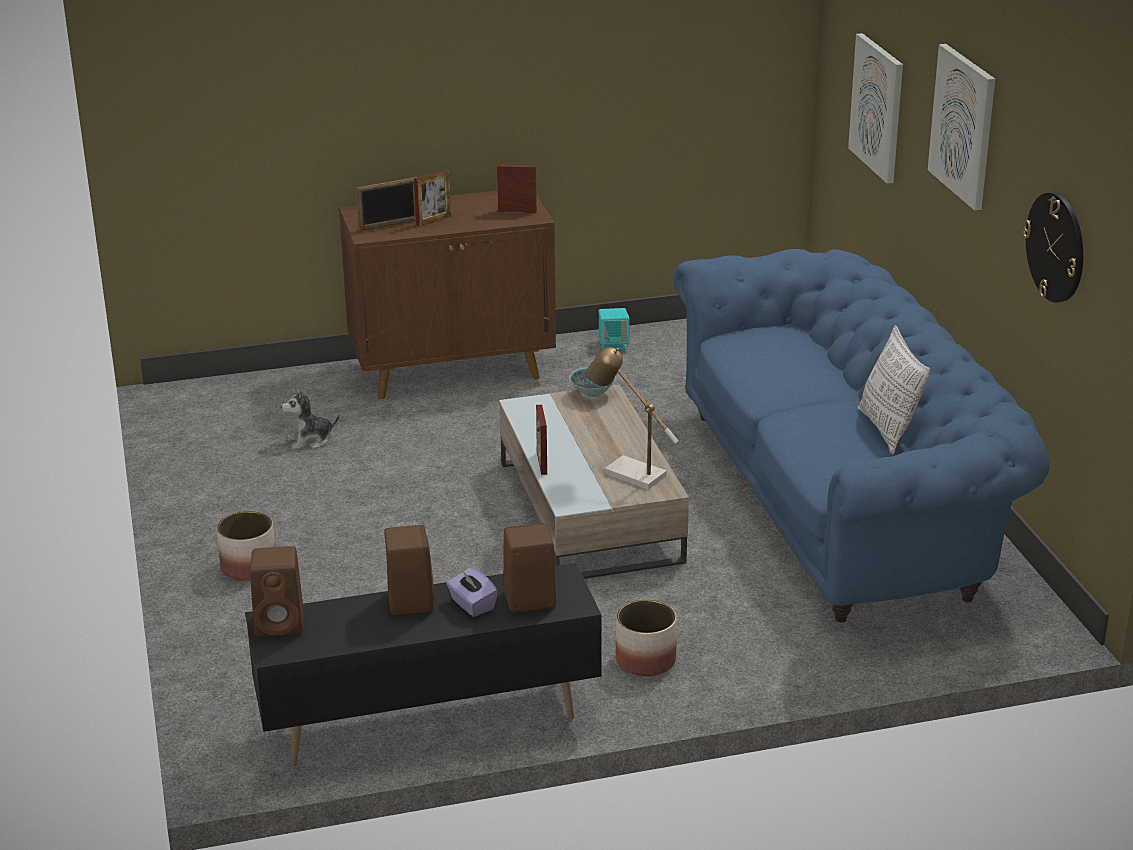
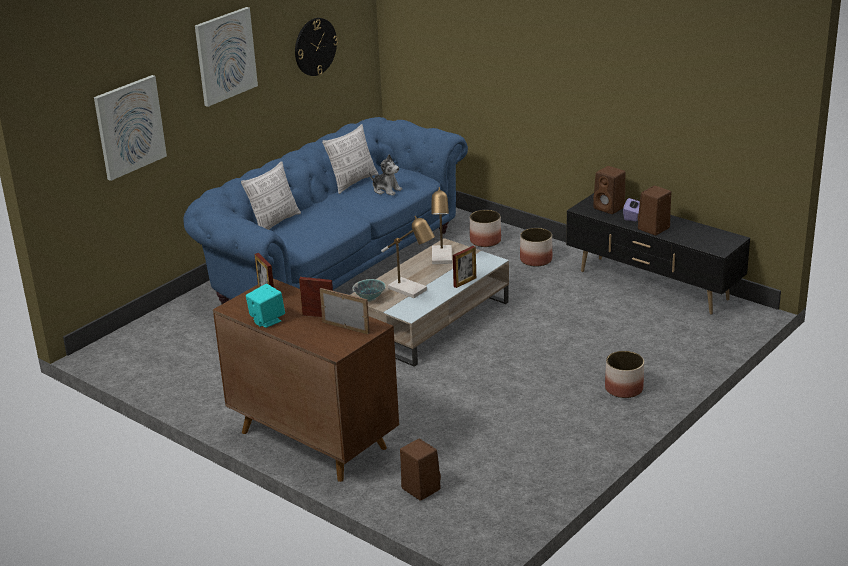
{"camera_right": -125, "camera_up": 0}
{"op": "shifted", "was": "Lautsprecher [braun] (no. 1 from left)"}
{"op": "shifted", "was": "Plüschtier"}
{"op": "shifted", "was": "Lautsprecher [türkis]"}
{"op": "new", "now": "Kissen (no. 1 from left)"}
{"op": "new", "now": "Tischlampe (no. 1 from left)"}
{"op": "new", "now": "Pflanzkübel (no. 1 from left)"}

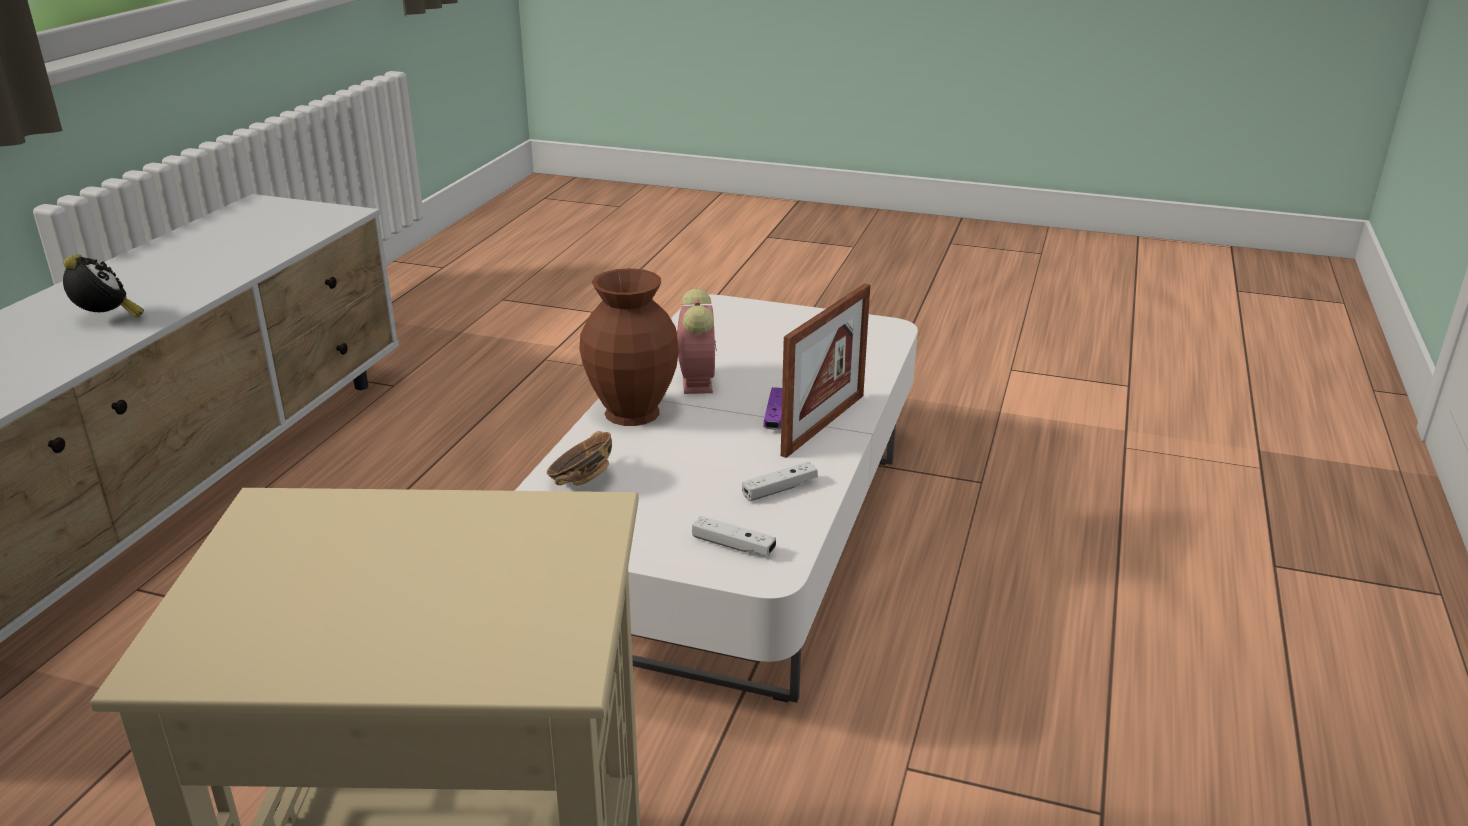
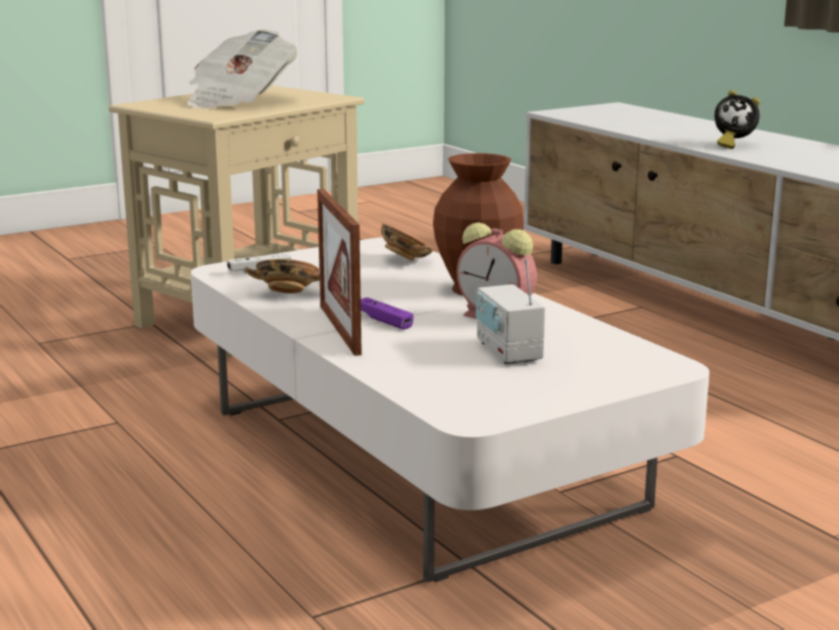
{"camera_right": 130, "camera_up": -10}
{"op": "swapped", "was": "Gamepad [weiß] (no. 2 from left)", "now": "Schüssel (no. 1 from left)"}
{"op": "new", "now": "Zeitung"}
{"op": "new", "now": "Radio"}

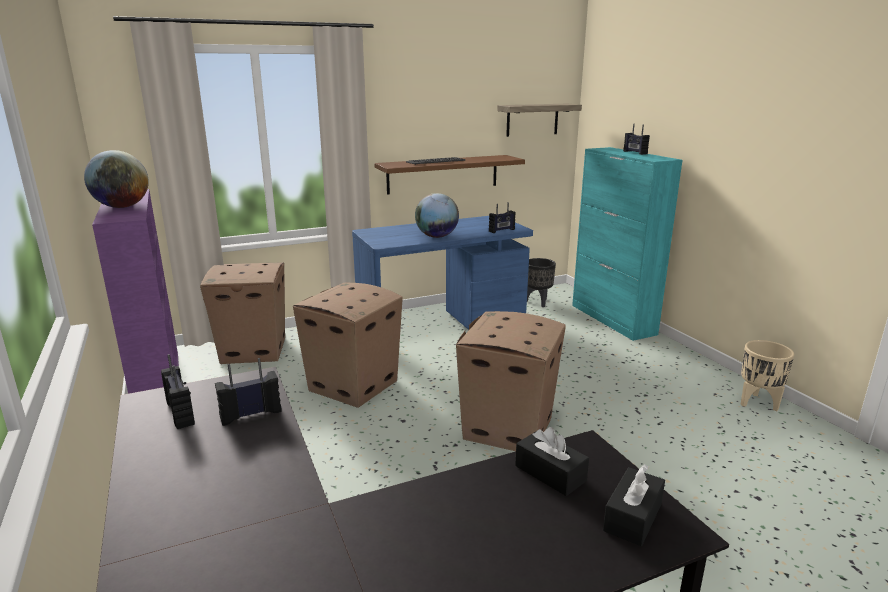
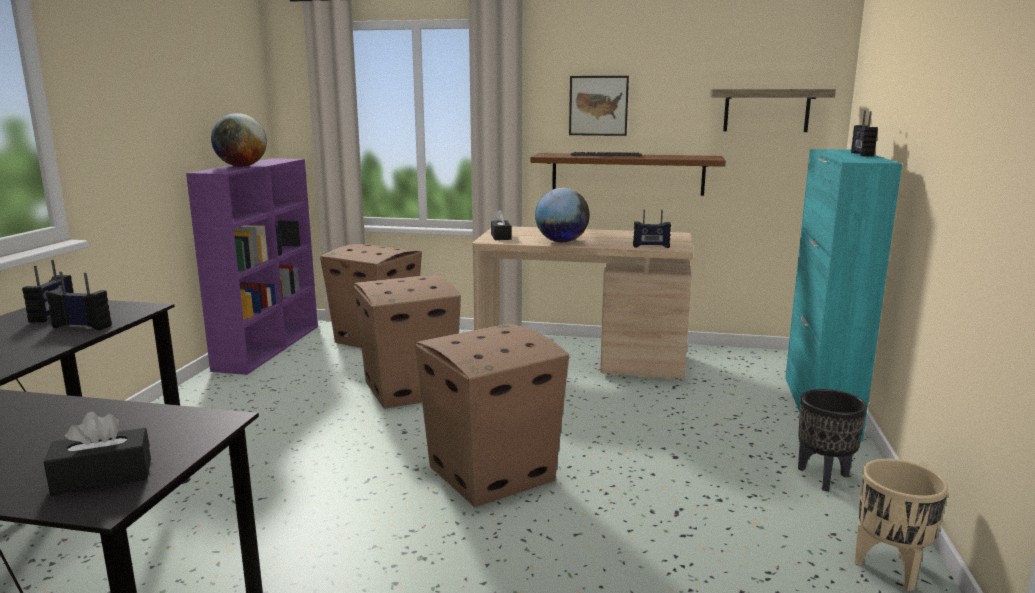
{"camera_right": 35, "camera_up": -5}
{"op": "repainted", "was": "Schreibtisch [blau]", "now": "Schreibtisch [beige]"}
{"op": "shifted", "was": "Taschentuchbox [schwarz] (no. 1 from left in the first image)", "now": "Taschentuchbox [schwarz] (no. 2 from left)"}
{"op": "shifted", "was": "Pflanzkübel [schwarz]"}
{"op": "new", "now": "Bild"}

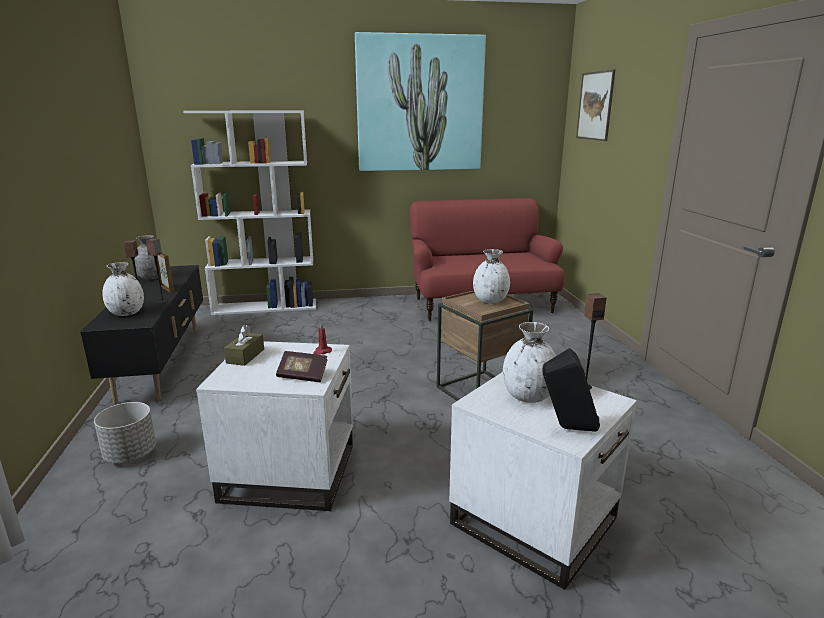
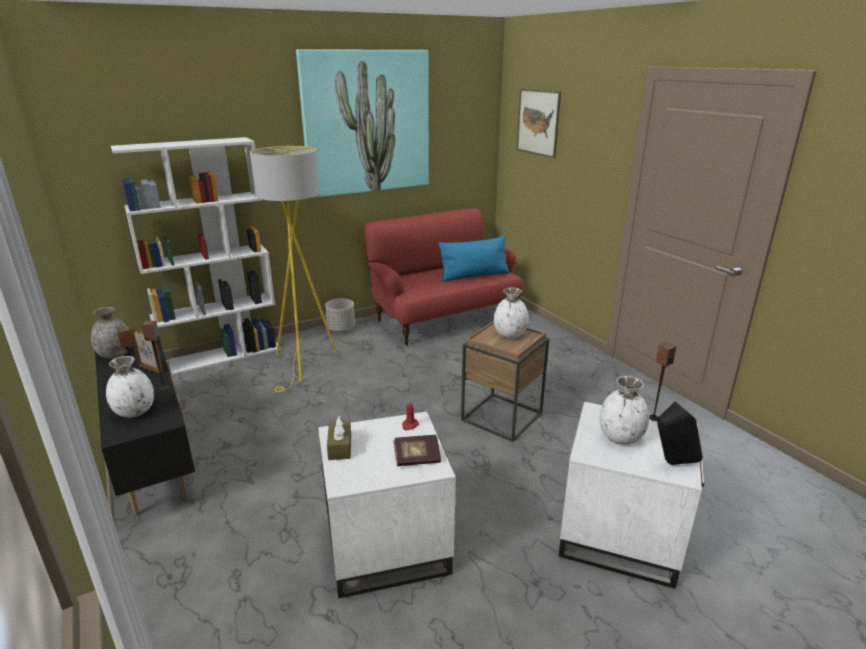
{"camera_right": -20, "camera_up": 5}
{"op": "shifted", "was": "Pflanzkübel [grau]"}
{"op": "new", "now": "Stehlampe [gelb]"}
{"op": "new", "now": "Kissen [blau]"}

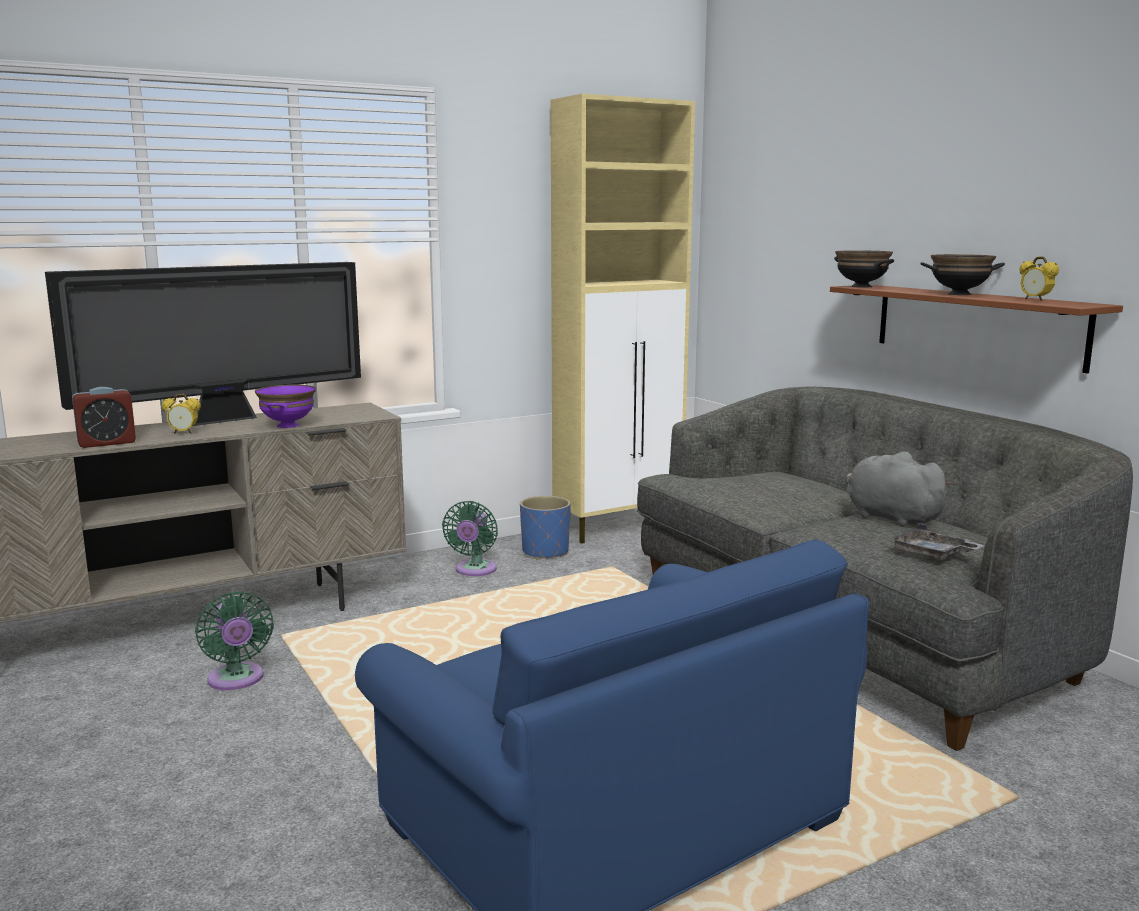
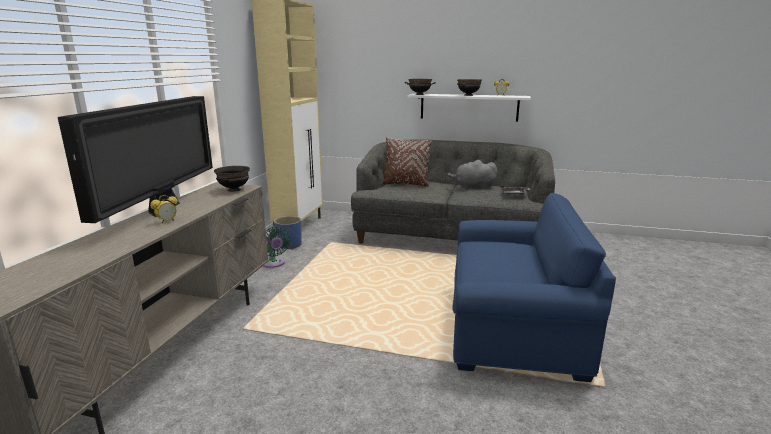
{"camera_right": -45, "camera_up": 5}
{"op": "gone", "was": "Wecker (no. 1 from left)"}
{"op": "gone", "was": "Ventilator [grün] (no. 1 from left)"}
{"op": "gone", "was": "Schüssel [lila]"}
{"op": "repainted", "was": "Wandregal [braun]", "now": "Wandregal [weiß]"}
{"op": "new", "now": "Schüssel [schwarz] (no. 1 from left)"}
{"op": "new", "now": "Kissen [braun]"}

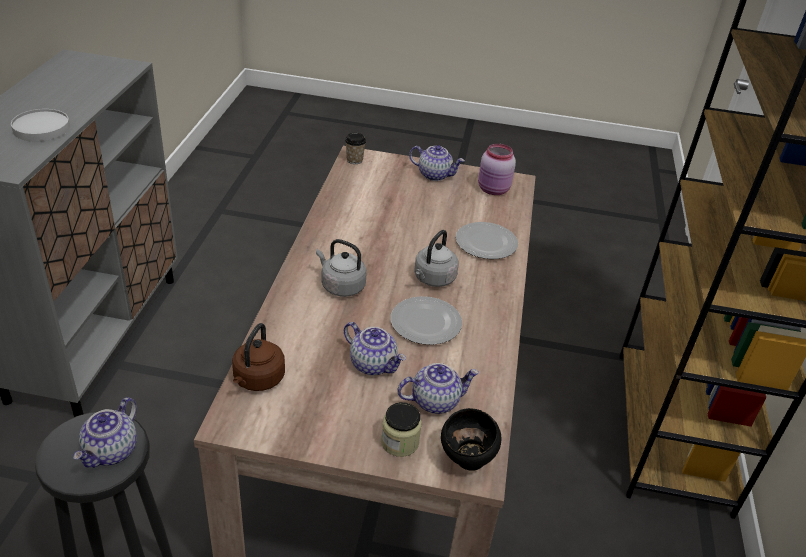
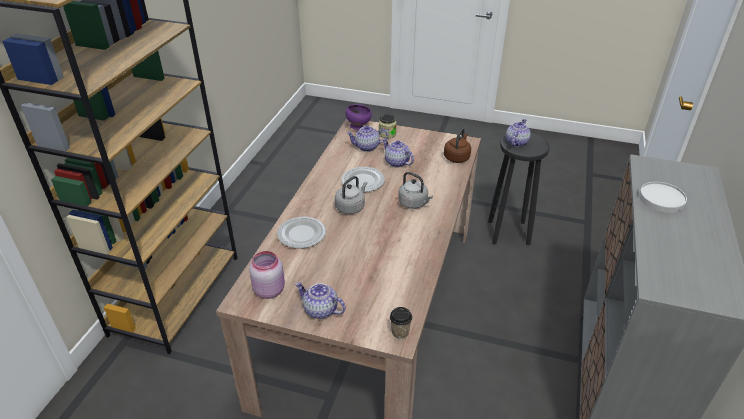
{"camera_right": -170, "camera_up": 0}
{"op": "repainted", "was": "Schüssel [schwarz]", "now": "Schüssel [lila]"}

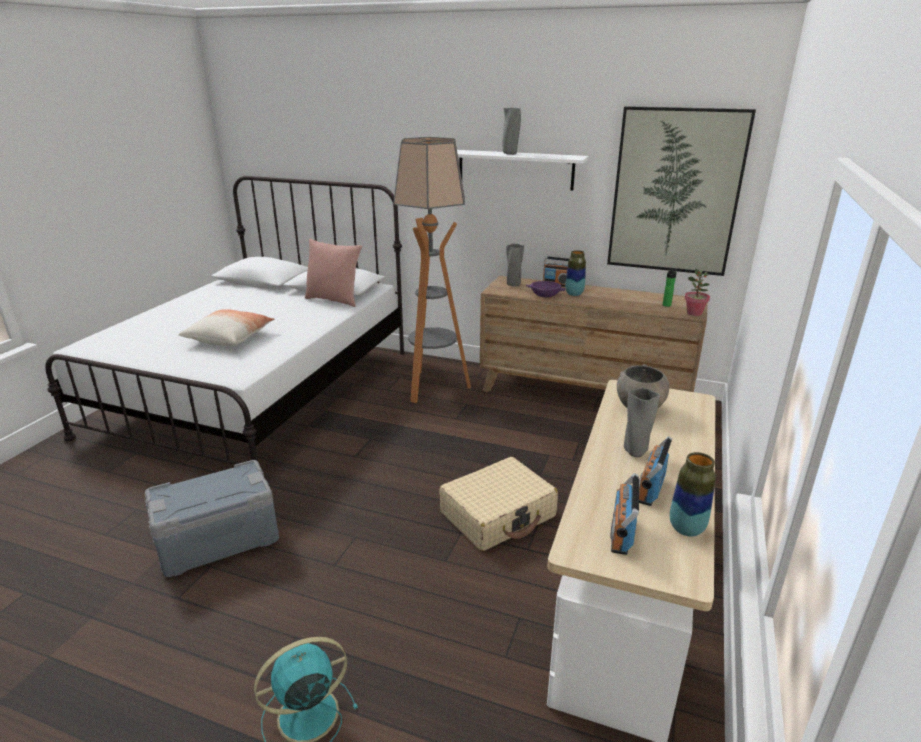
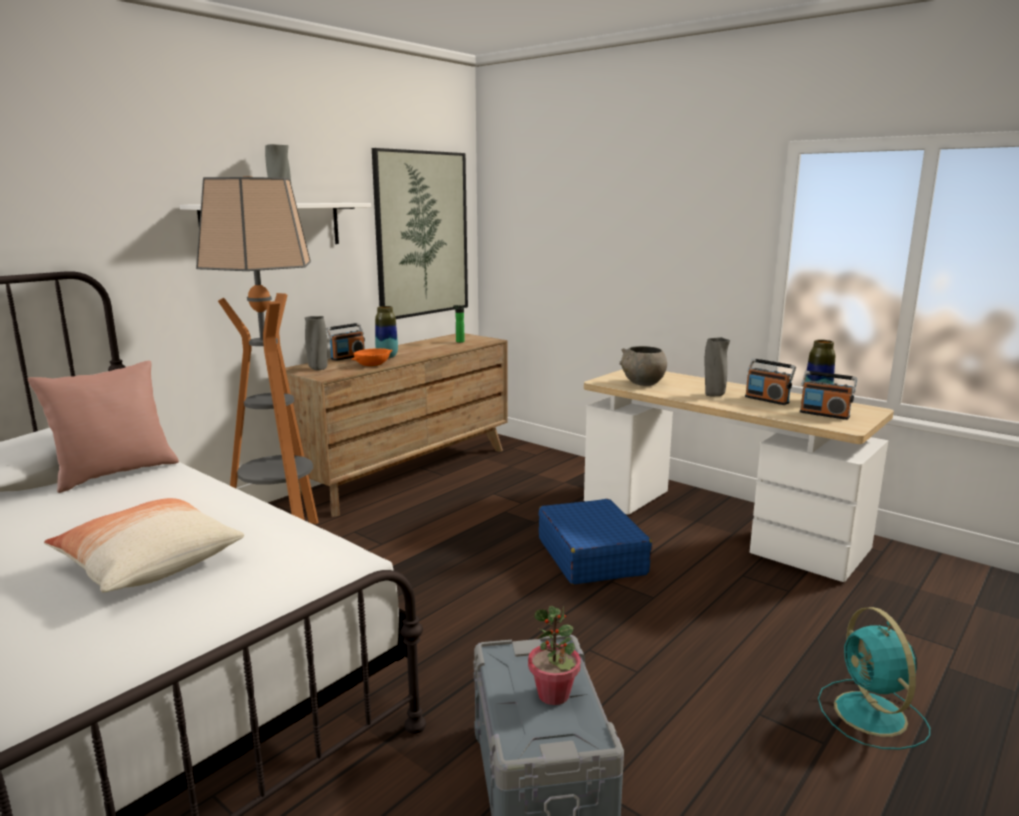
{"camera_right": -70, "camera_up": -10}
{"op": "repainted", "was": "Koffer [beige]", "now": "Koffer [blau]"}
{"op": "repainted", "was": "Schüssel [lila]", "now": "Schüssel [orange]"}
{"op": "shifted", "was": "Topfpflanze"}

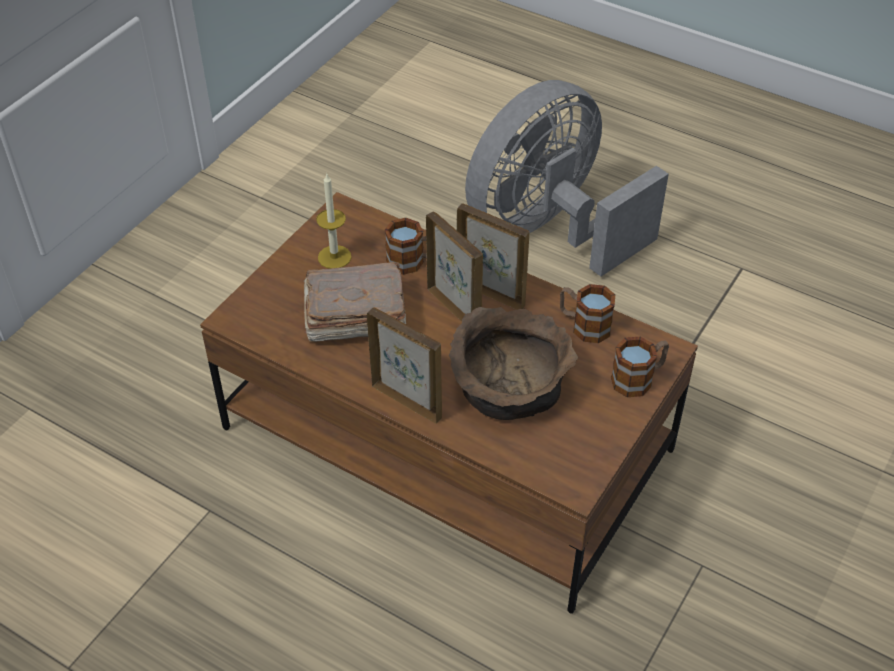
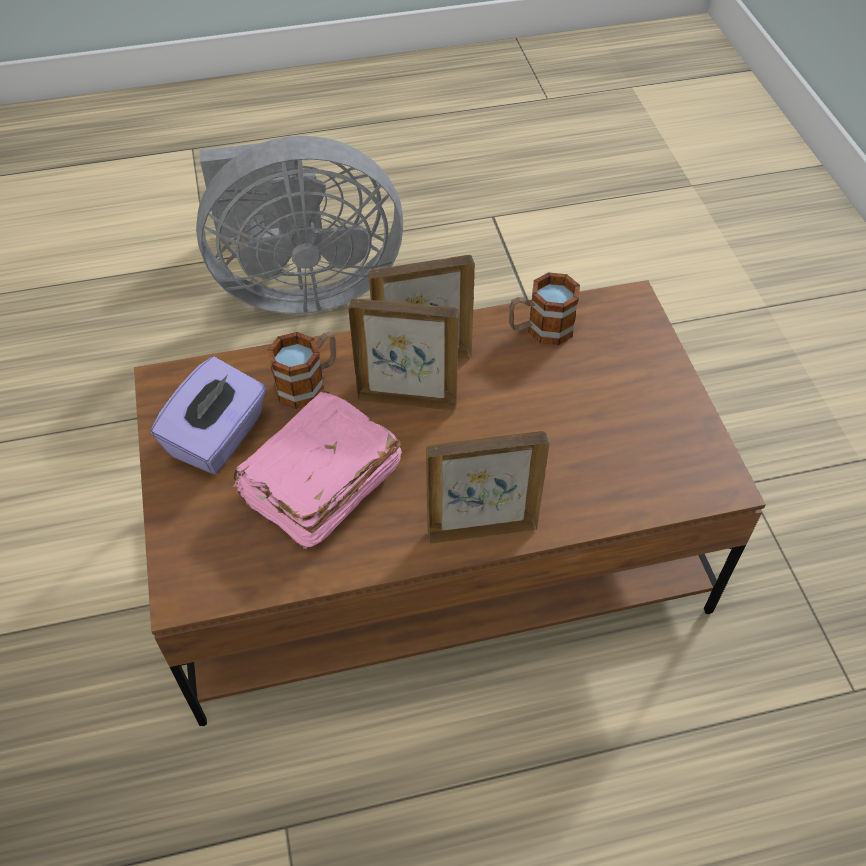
{"camera_right": -45, "camera_up": 5}
{"op": "repainted", "was": "Buch [braun]", "now": "Buch [rosa]"}
{"op": "swapped", "was": "Kerze", "now": "Taschentuchbox [lila]"}
{"op": "gone", "was": "Schüssel [braun]"}
{"op": "rotated", "was": "Ventilator [grau]", "clockwise": -105}
{"op": "gone", "was": "Henkelbecher (no. 3 from left)"}

